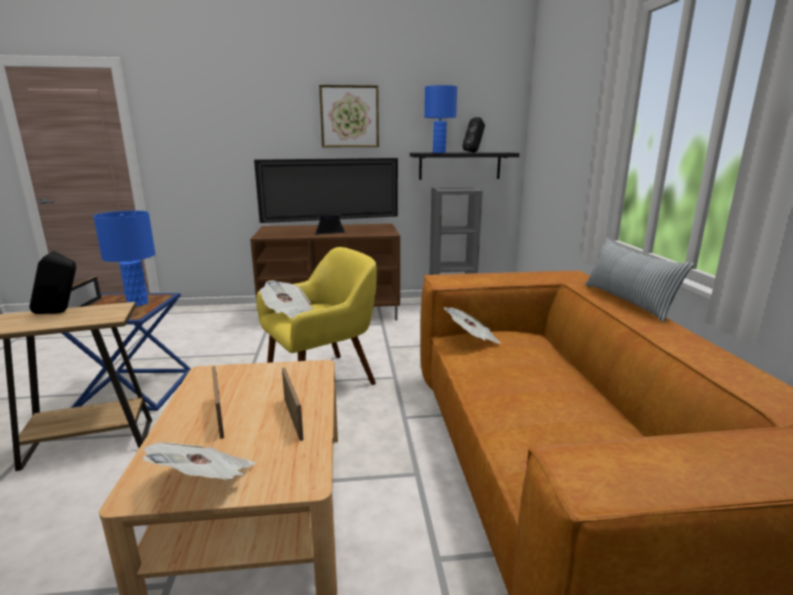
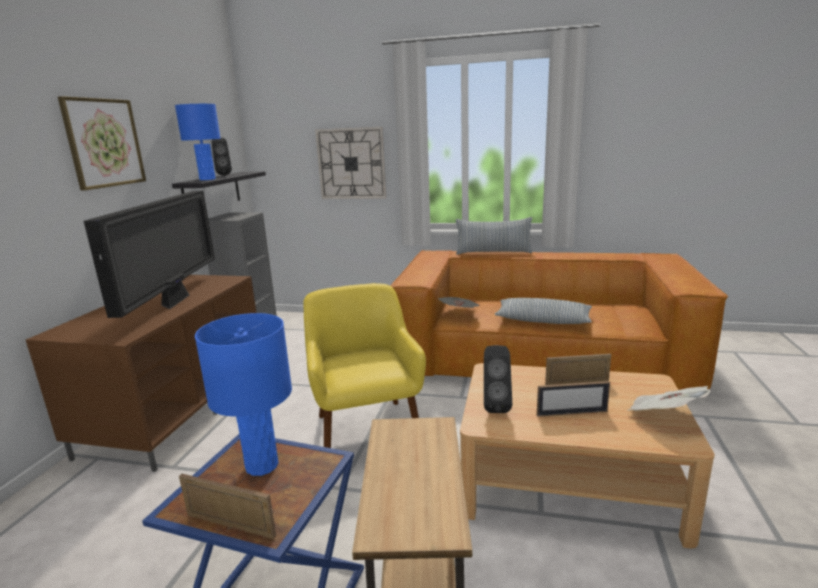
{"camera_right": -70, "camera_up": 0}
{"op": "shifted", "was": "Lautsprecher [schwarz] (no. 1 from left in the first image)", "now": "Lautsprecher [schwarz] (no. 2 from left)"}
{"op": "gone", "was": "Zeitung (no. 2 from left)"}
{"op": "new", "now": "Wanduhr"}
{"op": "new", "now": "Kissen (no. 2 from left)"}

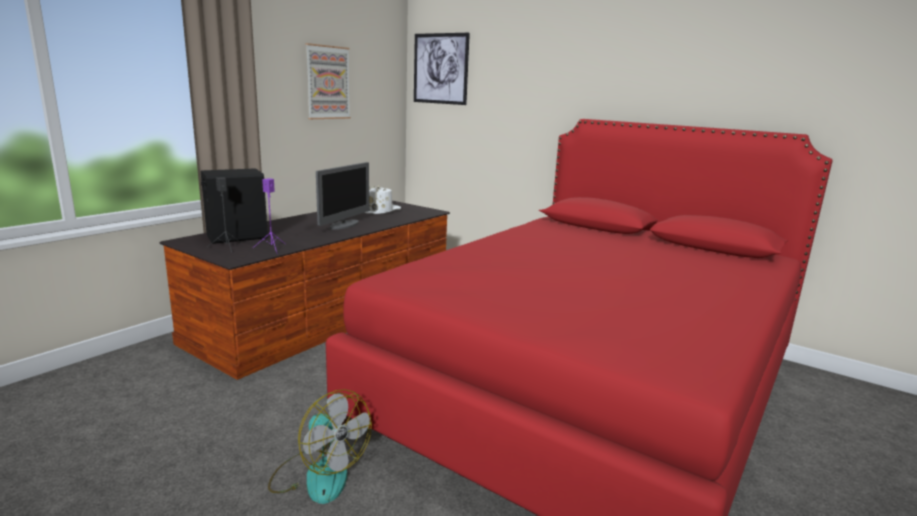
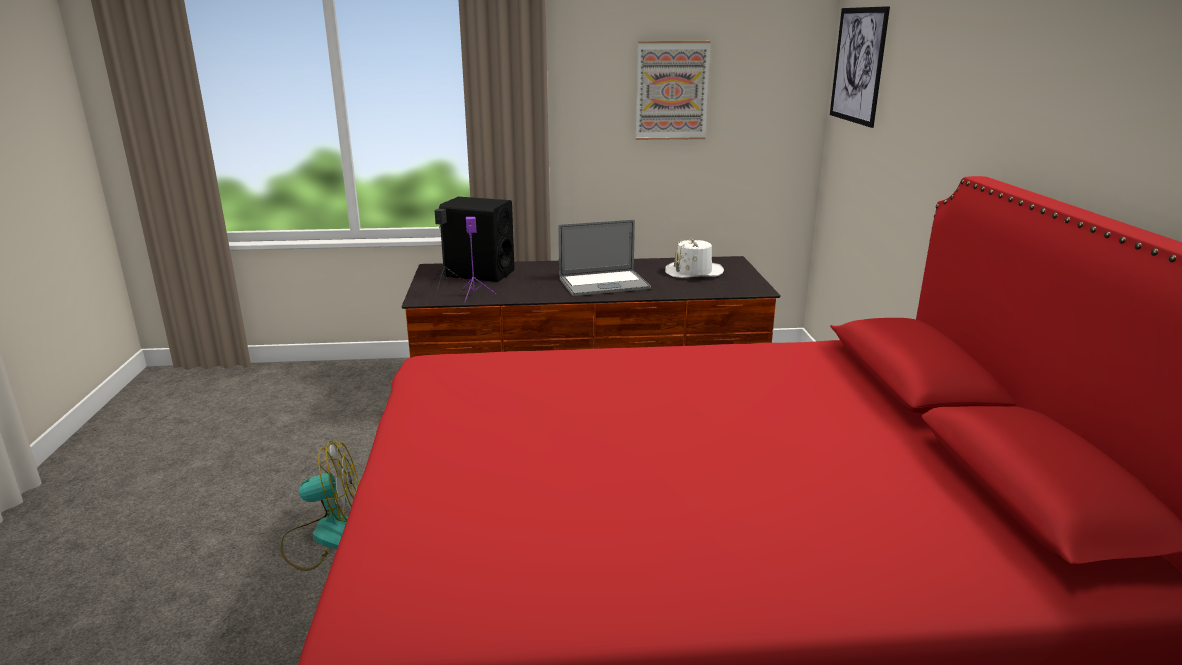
{"camera_right": 50, "camera_up": 5}
{"op": "rotated", "was": "Ventilator", "clockwise": -105}
{"op": "swapped", "was": "Monitor", "now": "Laptop"}

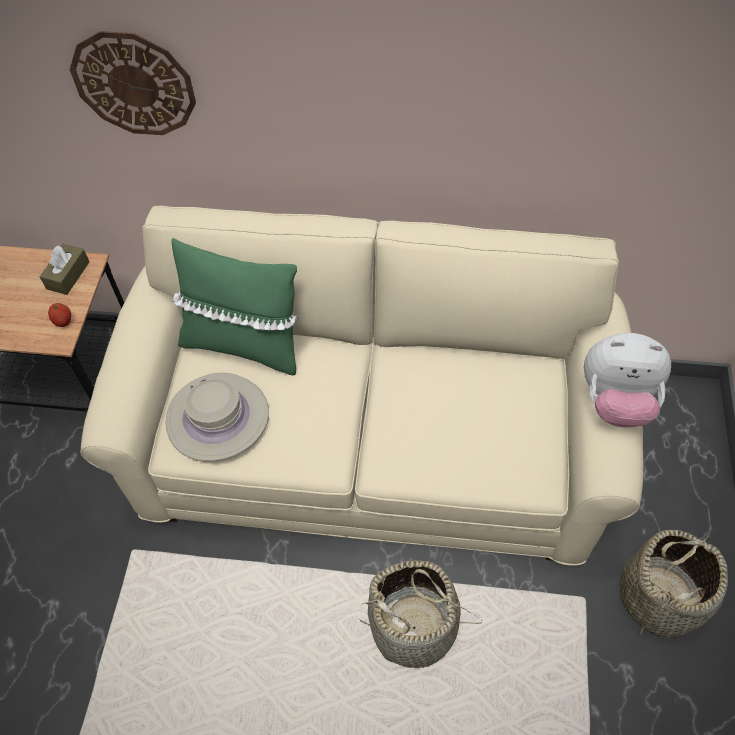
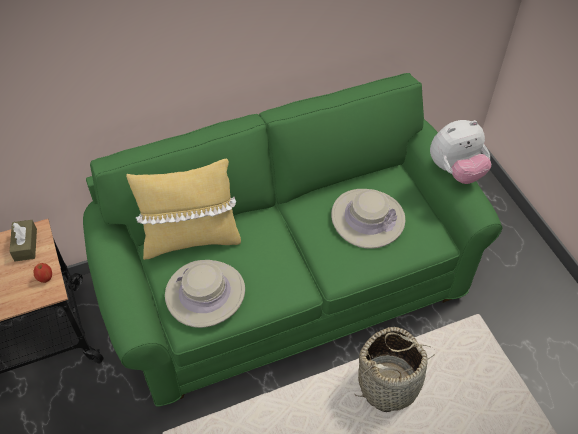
{"camera_right": -30, "camera_up": -5}
{"op": "gone", "was": "Wanduhr"}
{"op": "repainted", "was": "Sofa [beige]", "now": "Sofa [grün]"}
{"op": "repainted", "was": "Kissen [grün]", "now": "Kissen [gelb]"}
{"op": "gone", "was": "Korb (no. 2 from left)"}
{"op": "new", "now": "Hut [beige] (no. 2 from left)"}

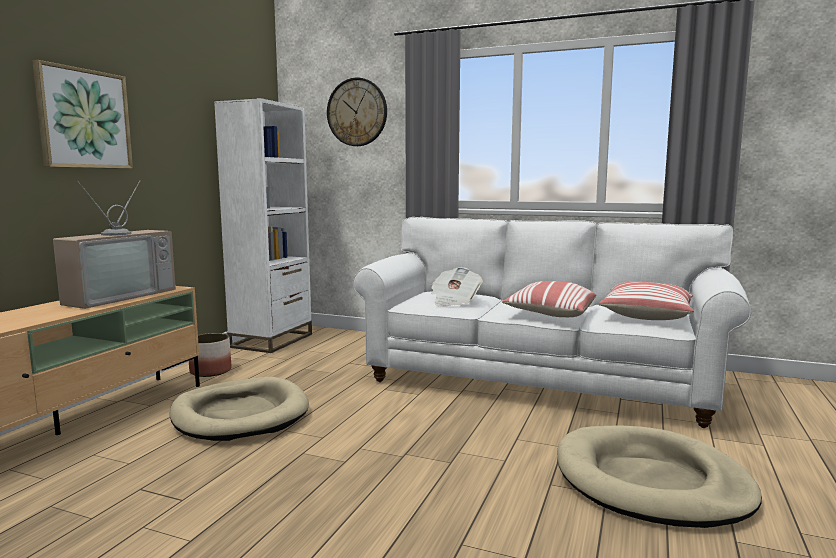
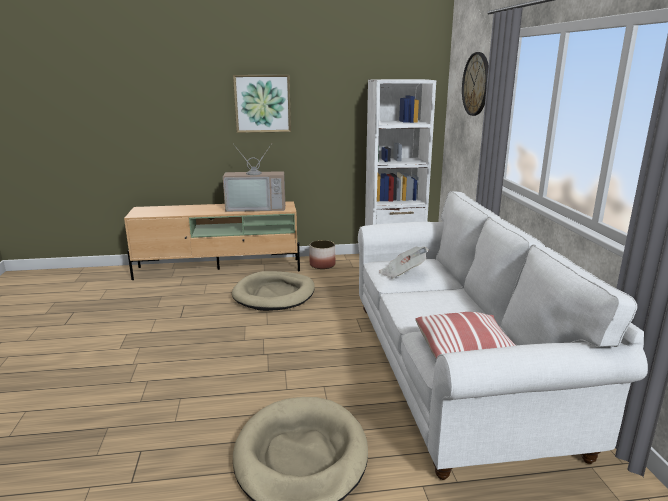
{"camera_right": 60, "camera_up": 10}
{"op": "gone", "was": "Kissen (no. 1 from left)"}

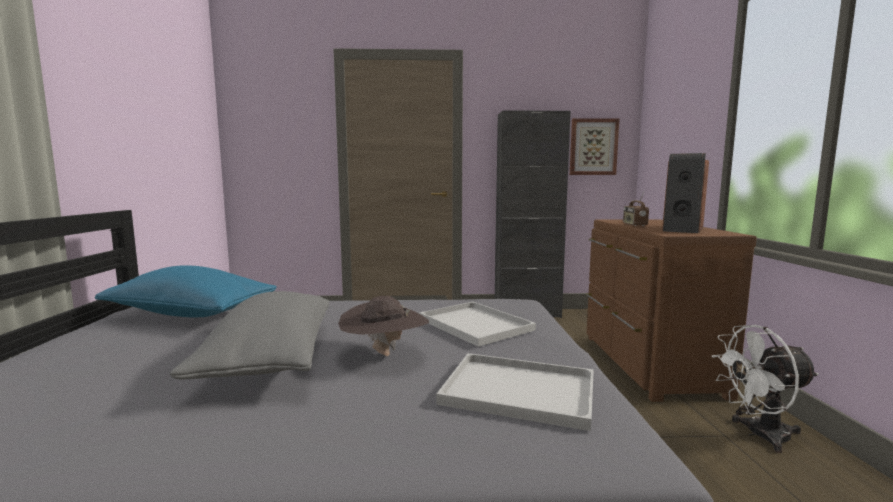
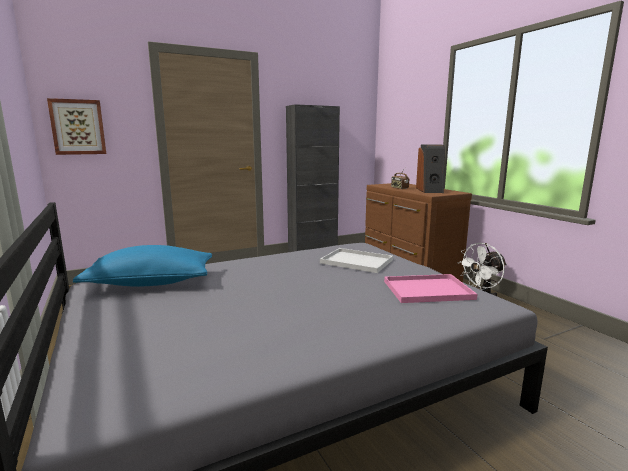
{"camera_right": -25, "camera_up": 5}
{"op": "gone", "was": "Kissen [grau]"}
{"op": "gone", "was": "Hut [braun]"}
{"op": "repainted", "was": "Tablett [weiß] (no. 2 from left)", "now": "Tablett [rosa]"}
{"op": "shifted", "was": "Bild"}

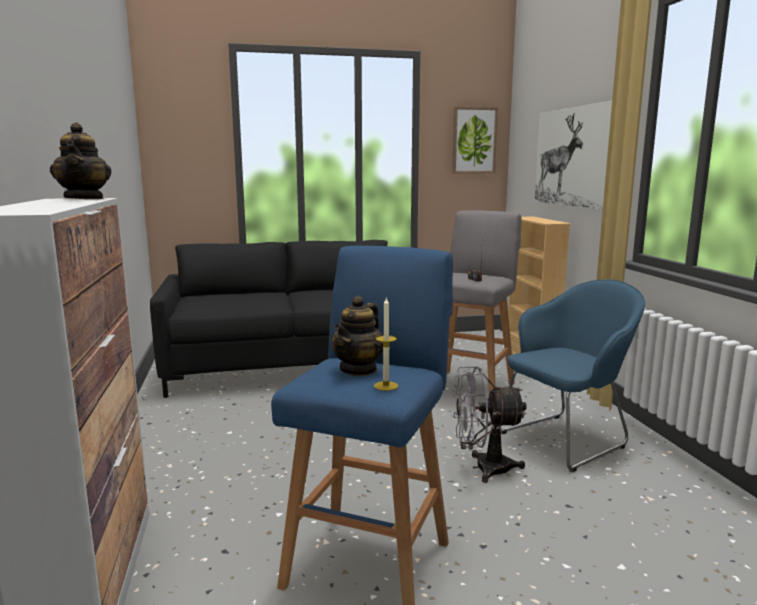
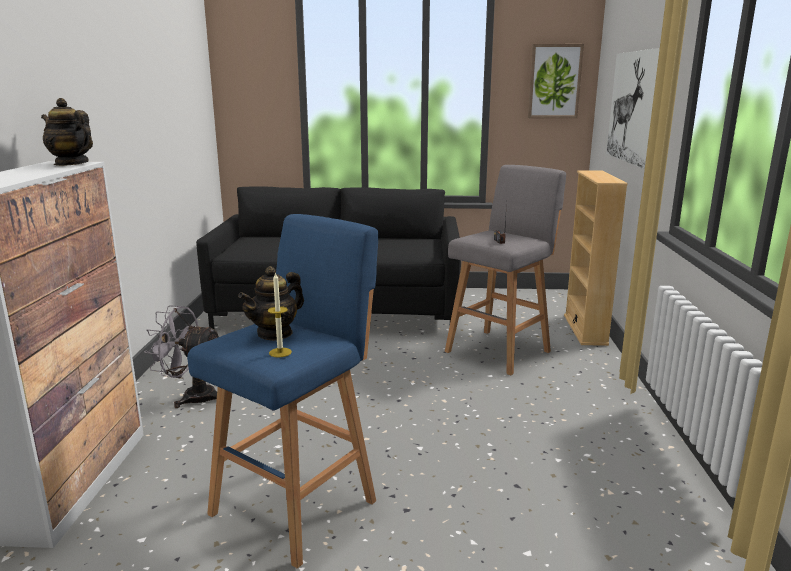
{"camera_right": 15, "camera_up": 5}
{"op": "rotated", "was": "Teekanne (no. 1 from left)", "clockwise": 120}
{"op": "shifted", "was": "Ventilator [grau]"}
{"op": "gone", "was": "Sessel [blau]"}

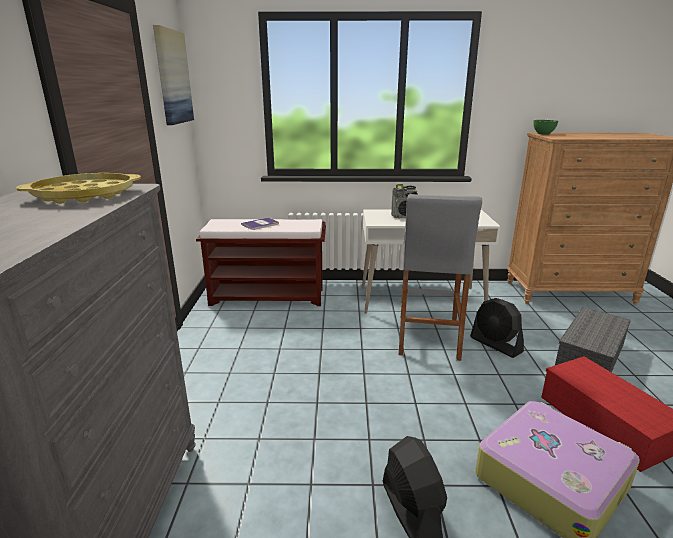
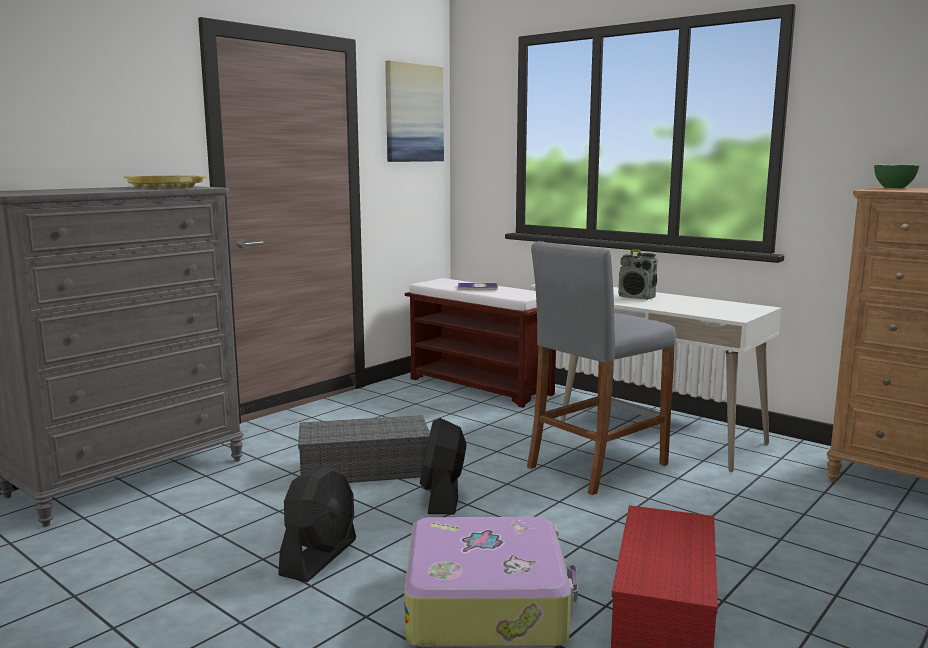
{"camera_right": 40, "camera_up": -10}
{"op": "shifted", "was": "Ventilator [schwarz] (no. 2 from left)"}
{"op": "shifted", "was": "Aufbewahrungsbox [grau]"}

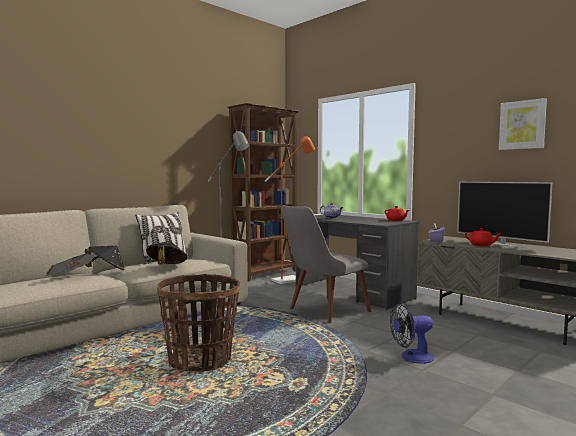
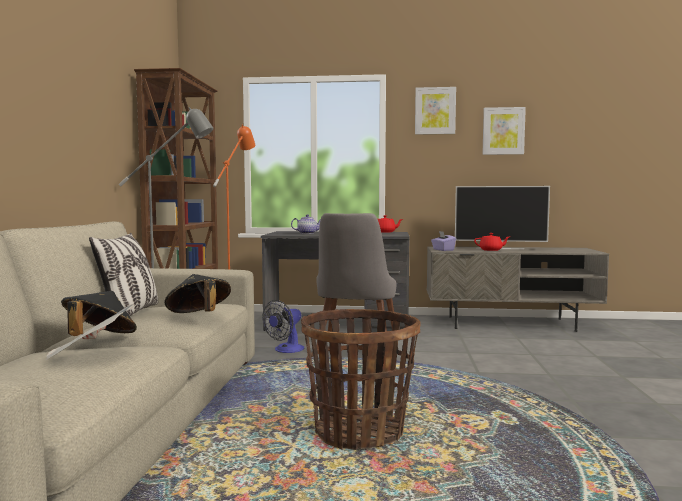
{"camera_right": -40, "camera_up": 0}
{"op": "shifted", "was": "Ventilator"}
{"op": "new", "now": "Bild (no. 1 from left)"}

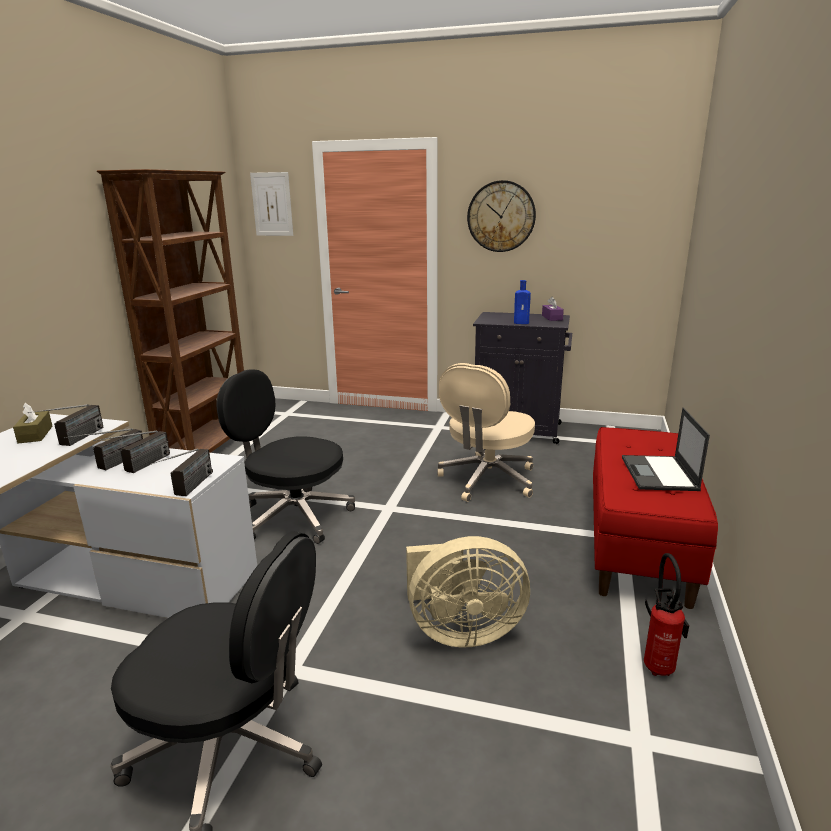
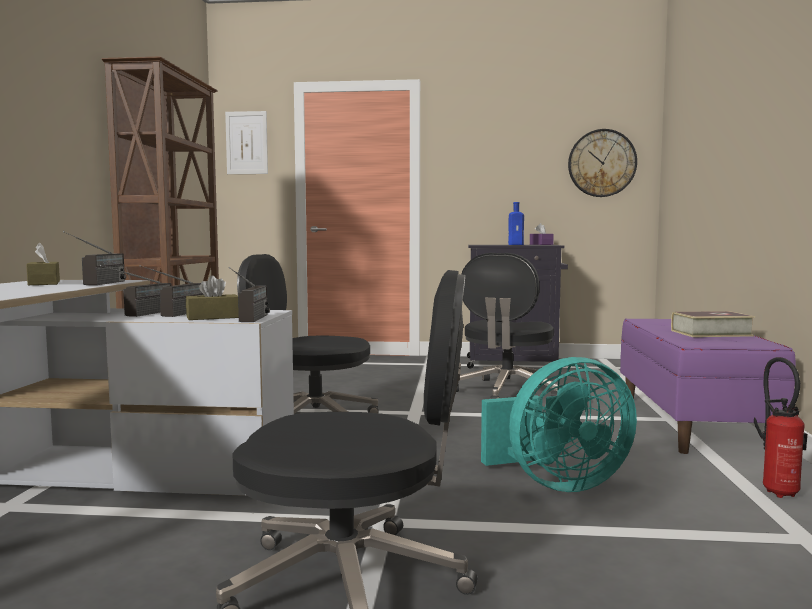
{"camera_right": -10, "camera_up": -15}
{"op": "repainted", "was": "Ventilator [beige]", "now": "Ventilator [türkis]"}
{"op": "repainted", "was": "Bürostuhl [beige]", "now": "Bürostuhl [schwarz] (no. 3 from left)"}
{"op": "shifted", "was": "Wanduhr"}
{"op": "repainted", "was": "Bank [rot]", "now": "Bank [lila]"}
{"op": "swapped", "was": "Laptop", "now": "Buch"}
{"op": "new", "now": "Taschentuchbox [braun] (no. 2 from left)"}

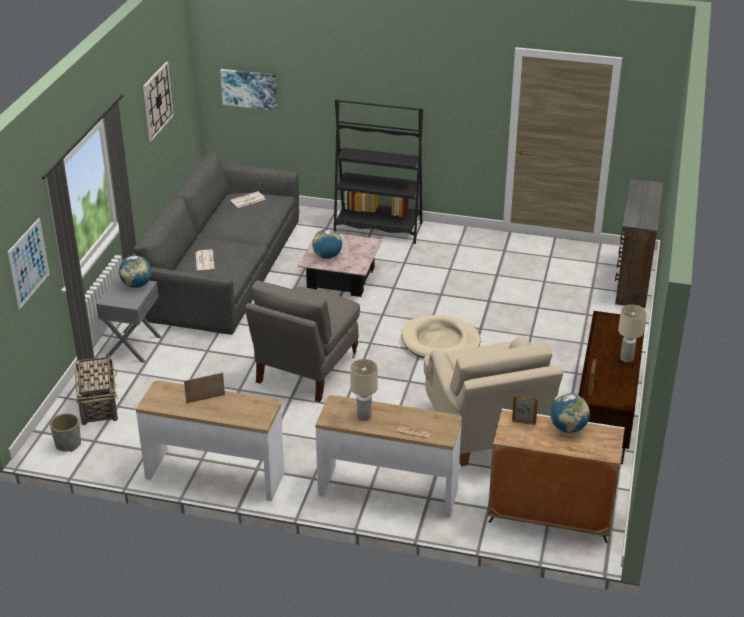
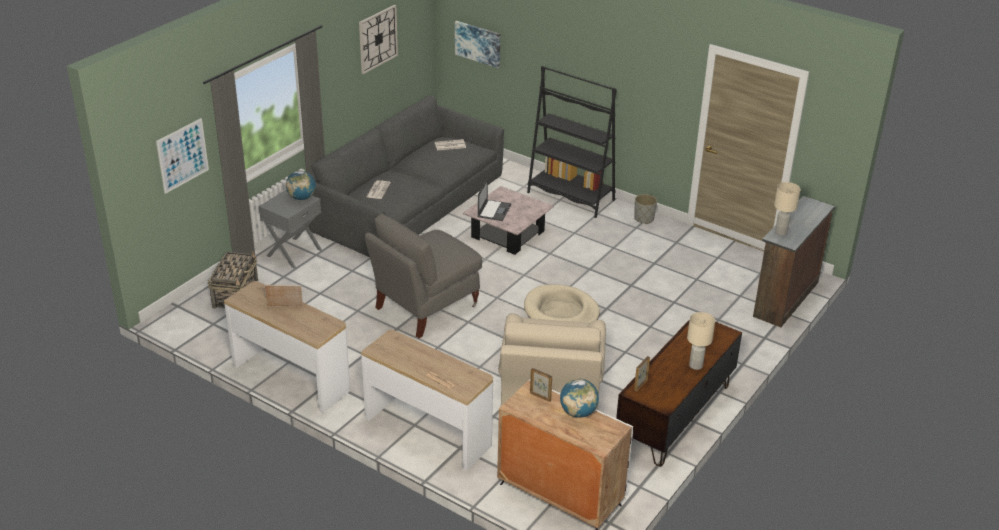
{"camera_right": 20, "camera_up": 0}
{"op": "shifted", "was": "Pflanzkübel [grau]"}
{"op": "swapped", "was": "Globus (no. 2 from left)", "now": "Laptop"}
{"op": "shifted", "was": "Tischlampe [beige] (no. 1 from left in the first image)", "now": "Tischlampe [beige] (no. 2 from left)"}

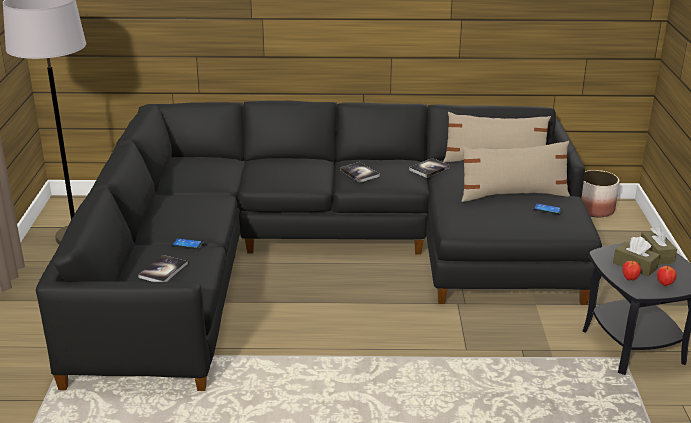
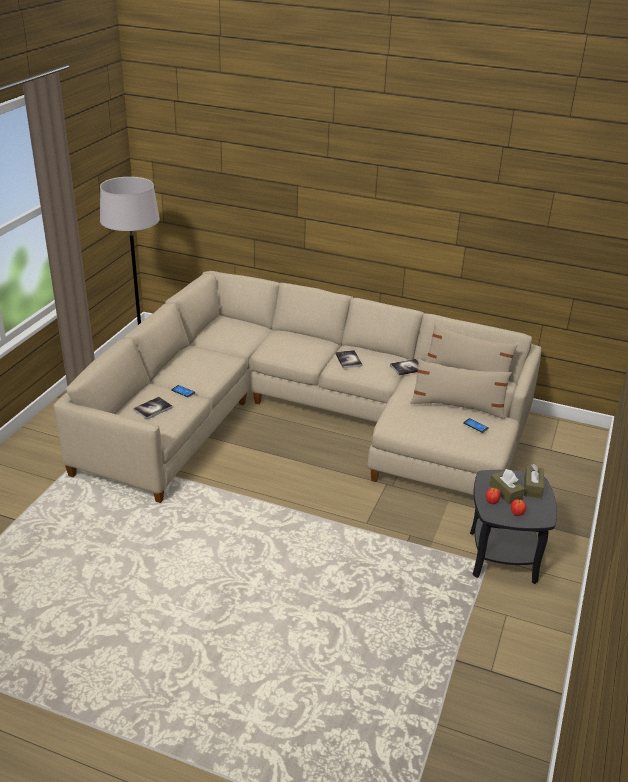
{"camera_right": 20, "camera_up": 5}
{"op": "repainted", "was": "Sofa [schwarz]", "now": "Sofa [beige]"}
{"op": "gone", "was": "Pflanzkübel"}

